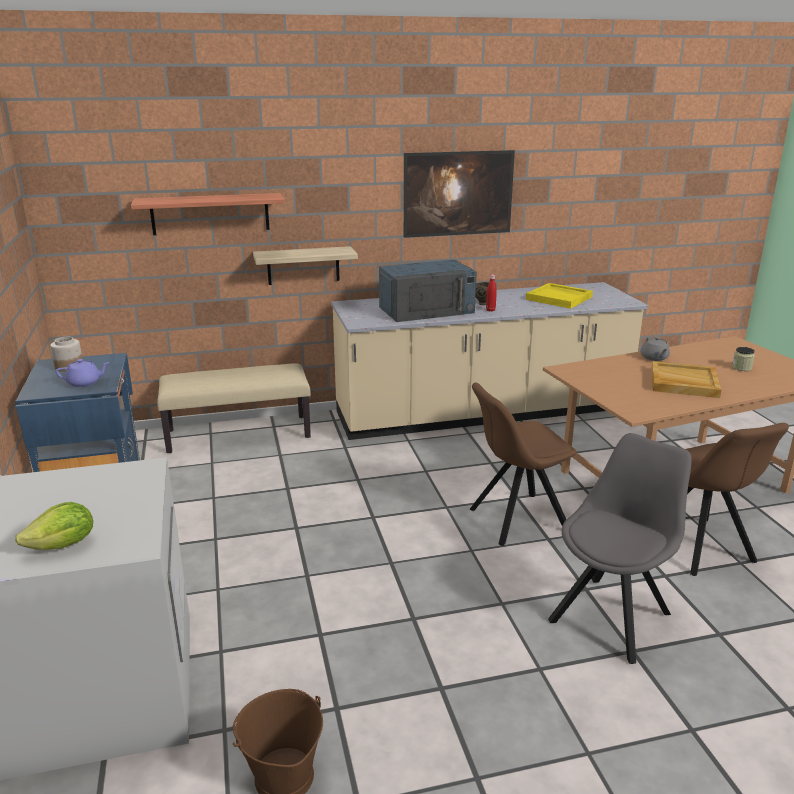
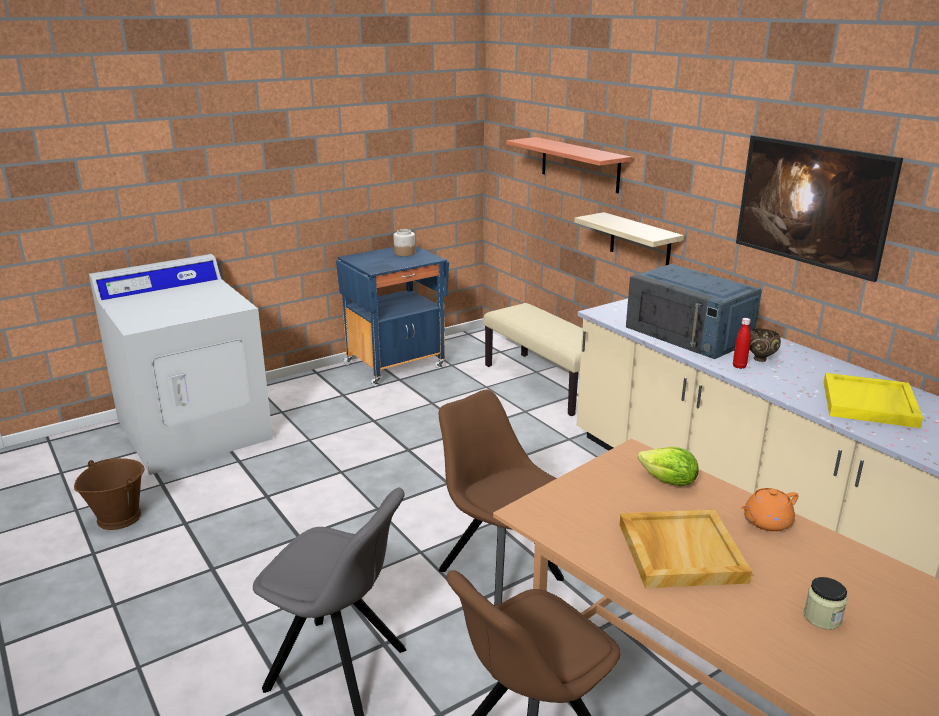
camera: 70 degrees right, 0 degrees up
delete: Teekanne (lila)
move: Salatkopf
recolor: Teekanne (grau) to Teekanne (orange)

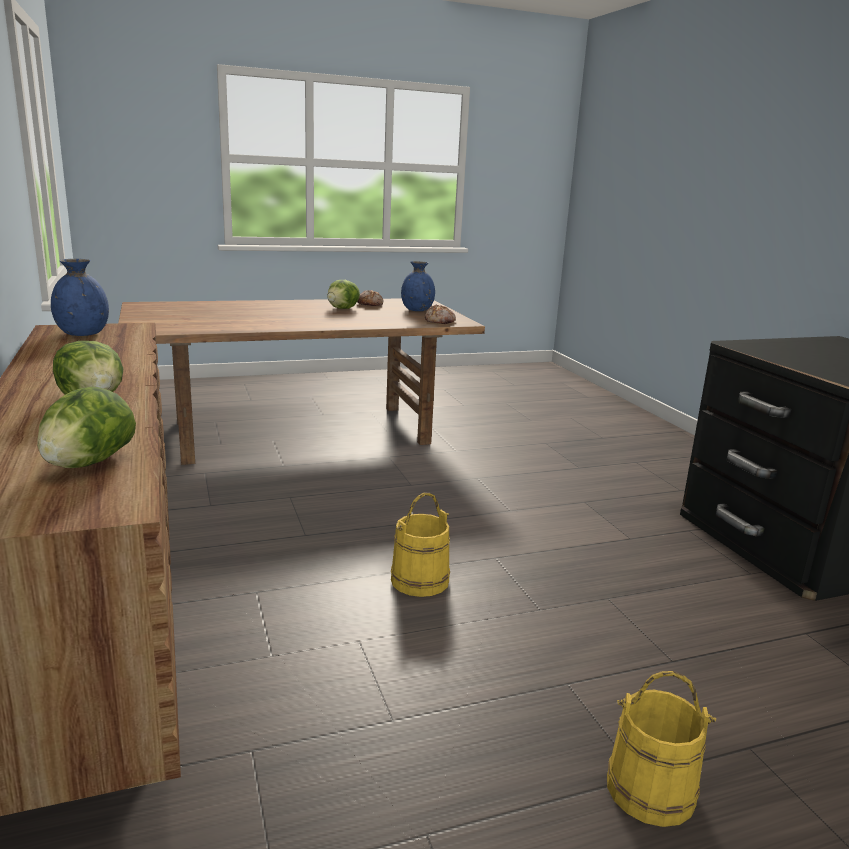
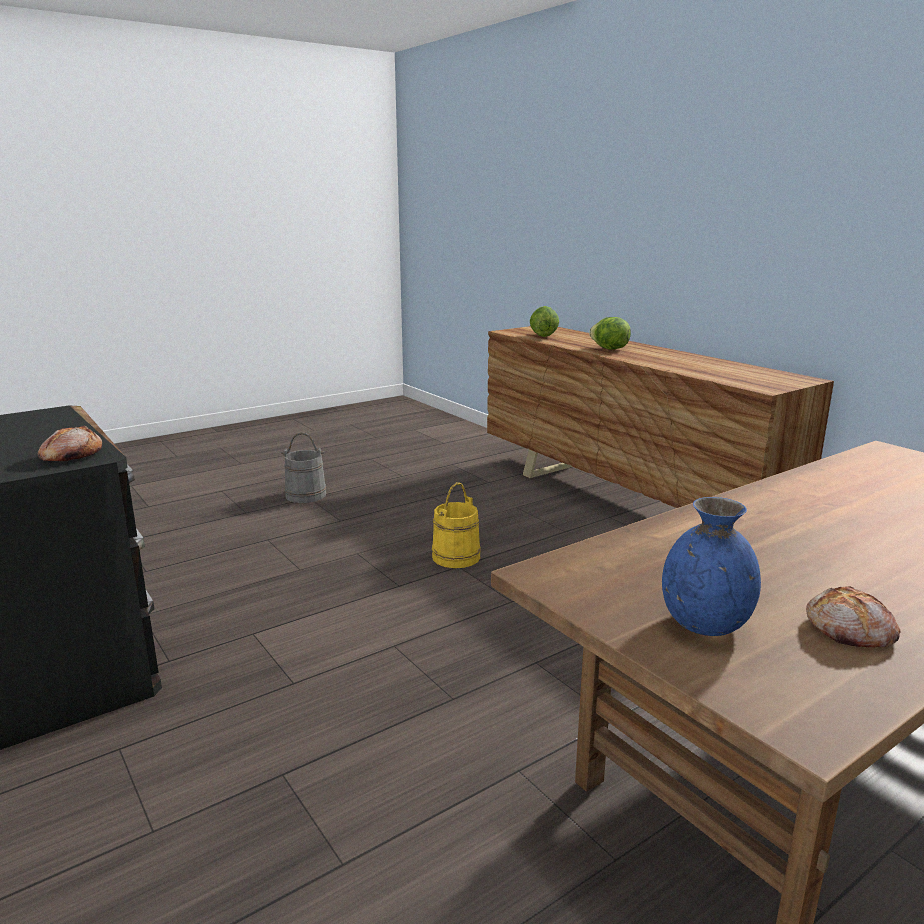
camera: 165 degrees right, 0 degrees up
delete: Vase (blau) (1st from left); Salatkopf (3rd from left)
move: Brot (2nd from left in the first image) to Brot (1st from left)
recolor: Eimer (gelb) (2nd from left) to Eimer (grau)

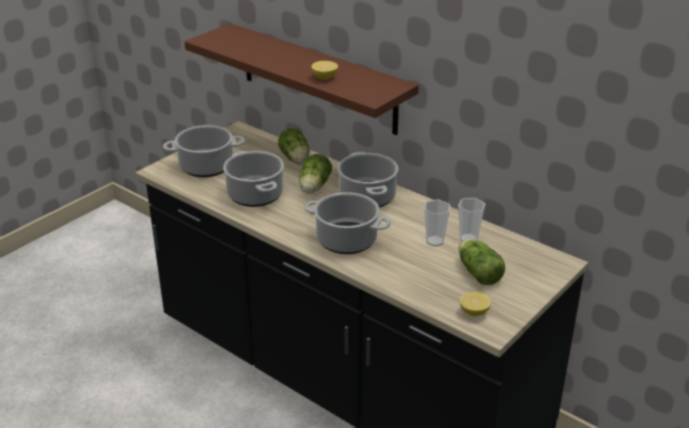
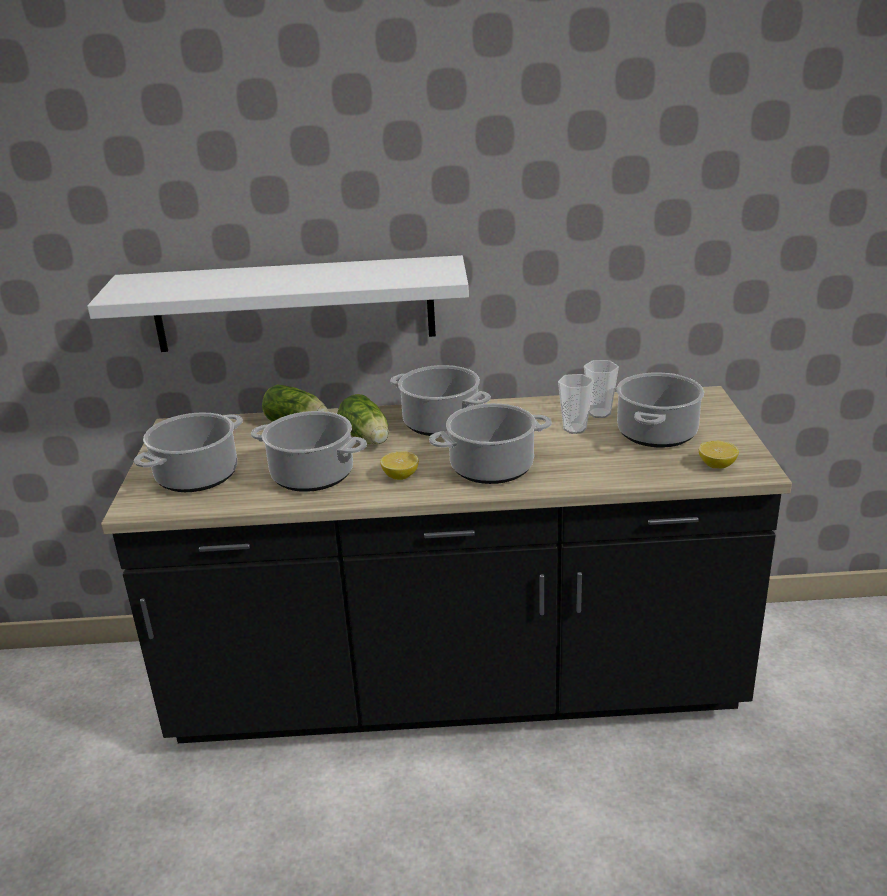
camera: 40 degrees left, 5 degrees down
move: Zitrone (1st from left)
replace: Salatkopf (3rd from left) to Kochtopf (5th from left)
recolor: Wandregal (braun) to Wandregal (weiß)

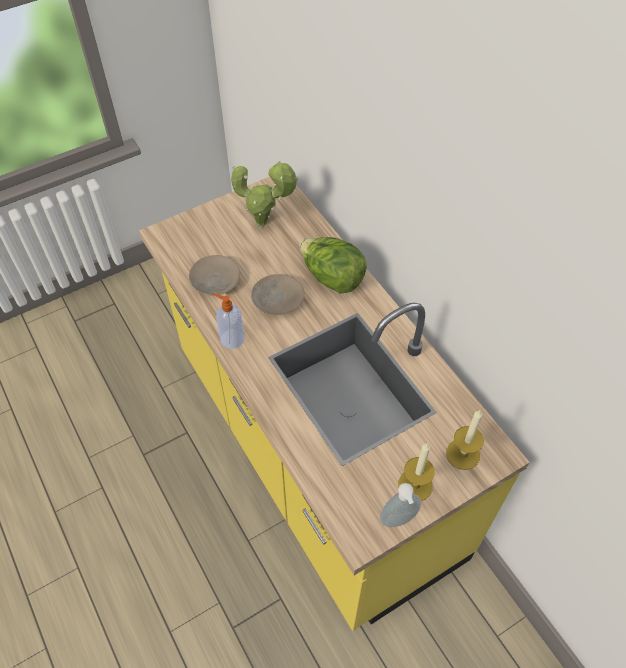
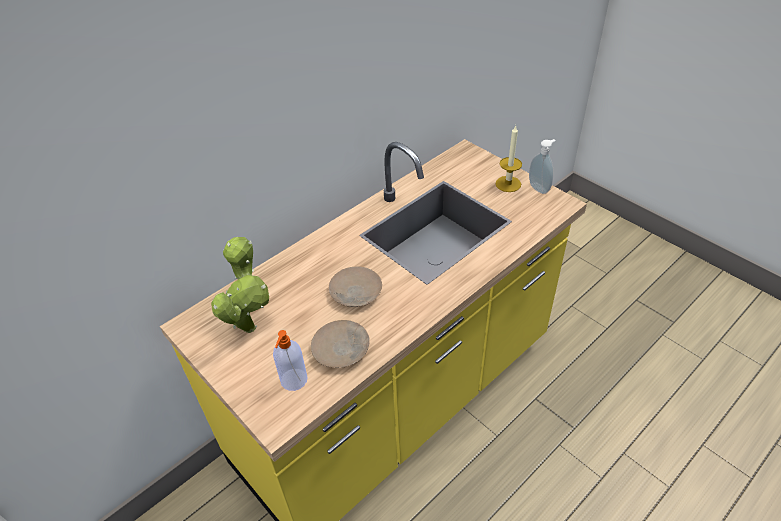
camera: 100 degrees left, 10 degrees down
delete: Salatkopf; Kerze (2nd from left)
move: Seifenspender (1st from left)

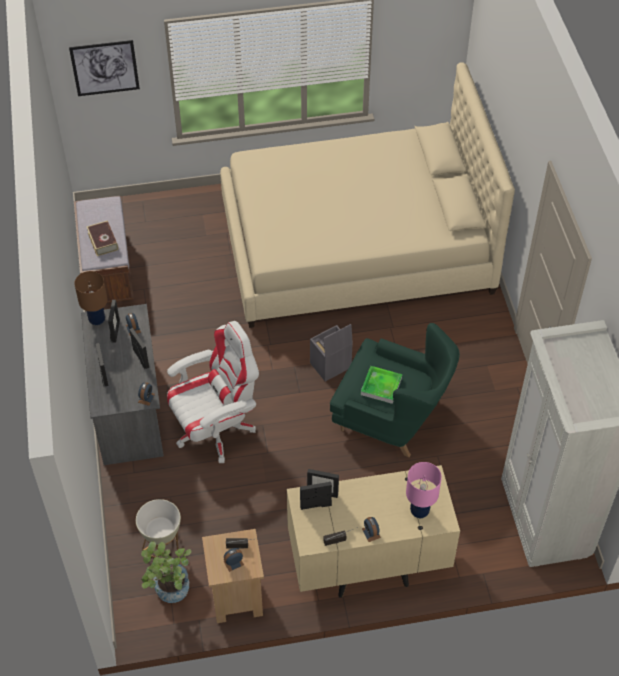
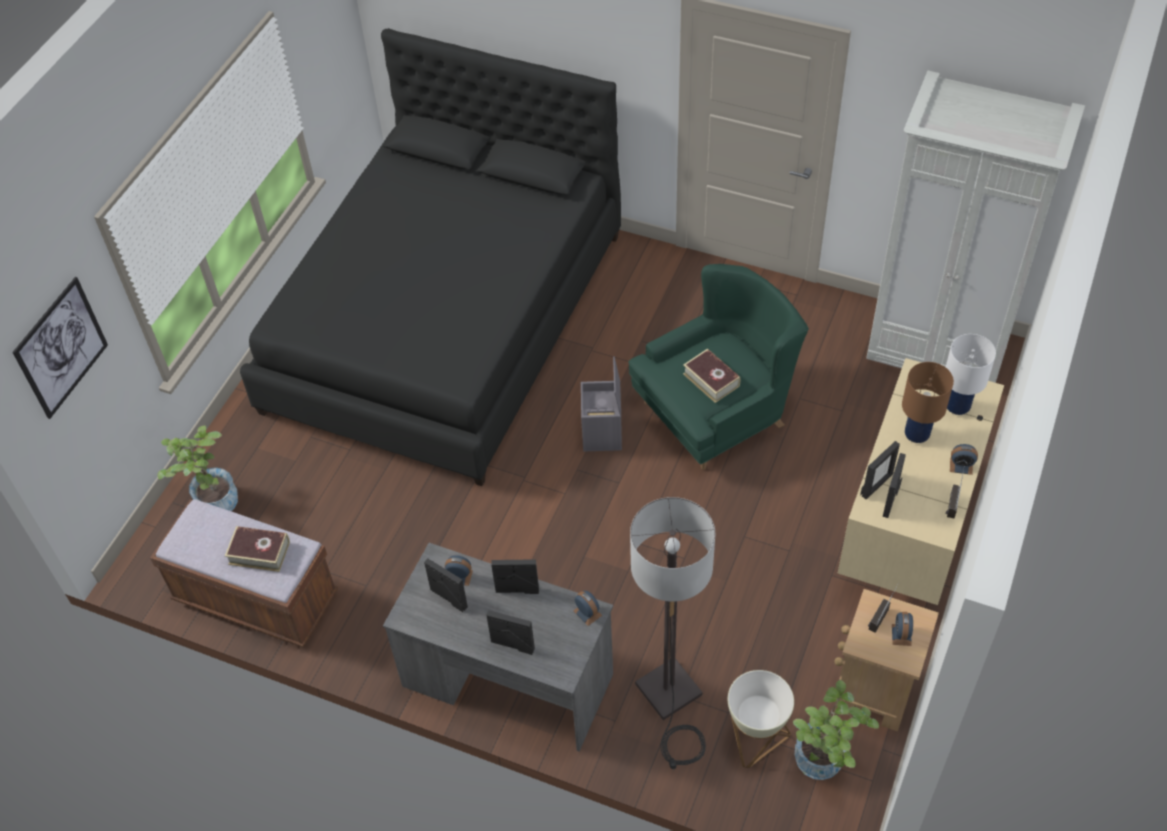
camera: 55 degrees left, 0 degrees up
delete: Bürostuhl (weiß)
insert: Topfpflanze (1st from left); Stehlampe
move: Tischlampe (braun)
replace: Tablett to Buch (2nd from left)
recolor: Bett (beige) to Bett (schwarz); Tischlampe (rosa) to Tischlampe (weiß)

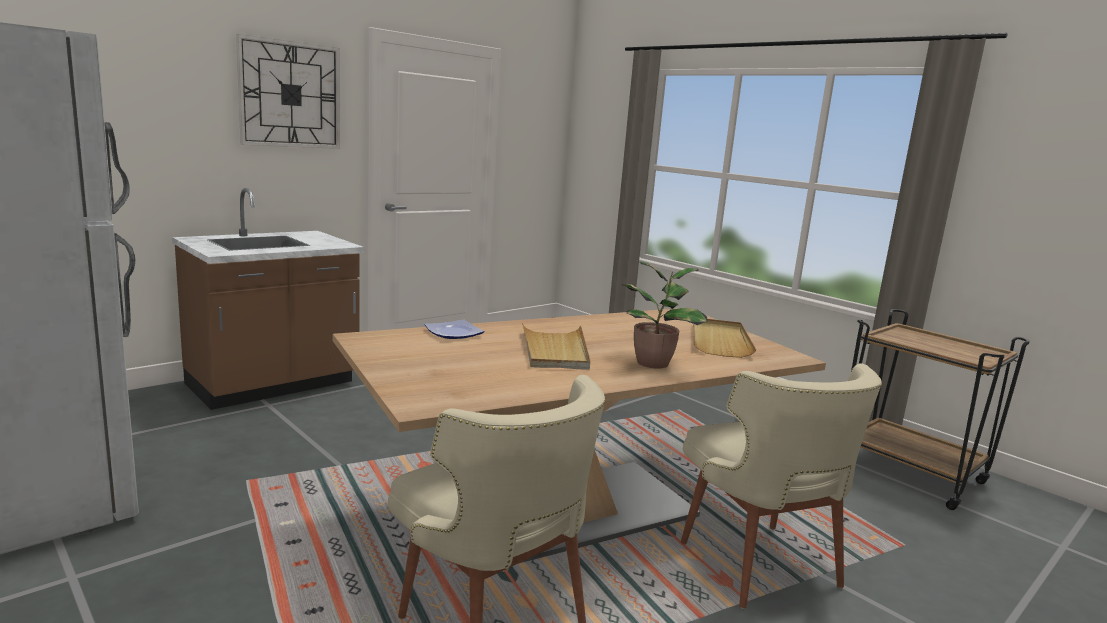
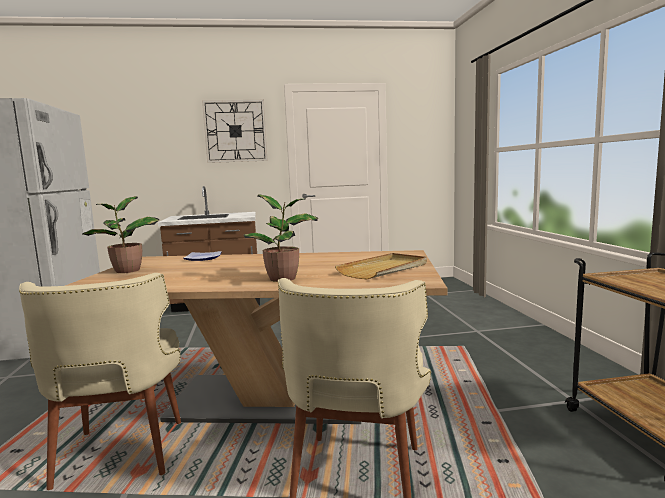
camera: 35 degrees right, 5 degrees down
delete: Tablett (beige) (1st from left)
insert: Topfpflanze (1st from left)

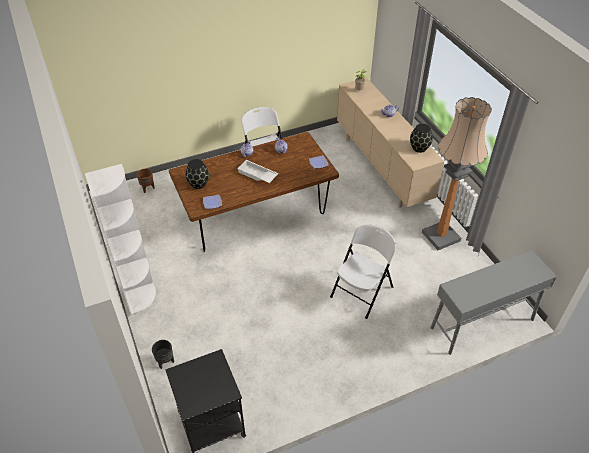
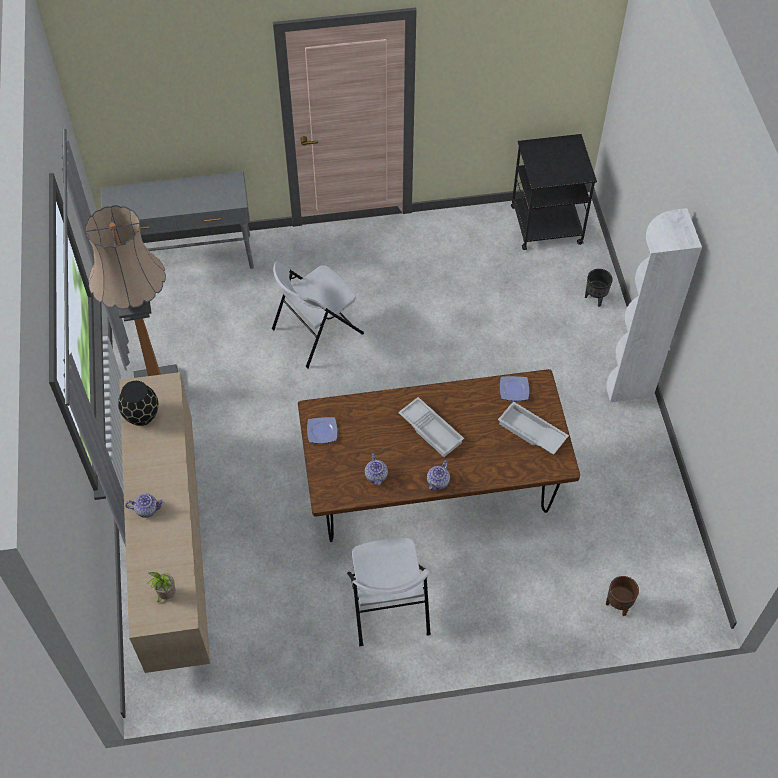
camera: 165 degrees left, 10 degrees up
replace: Vase (schwarz) (1st from left) to Tablett (weiß) (2nd from left)

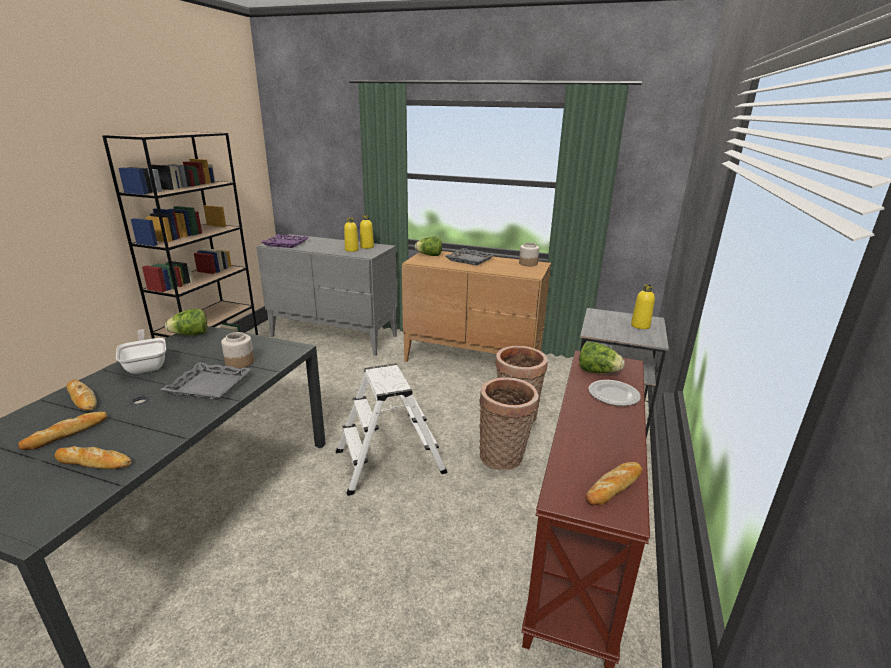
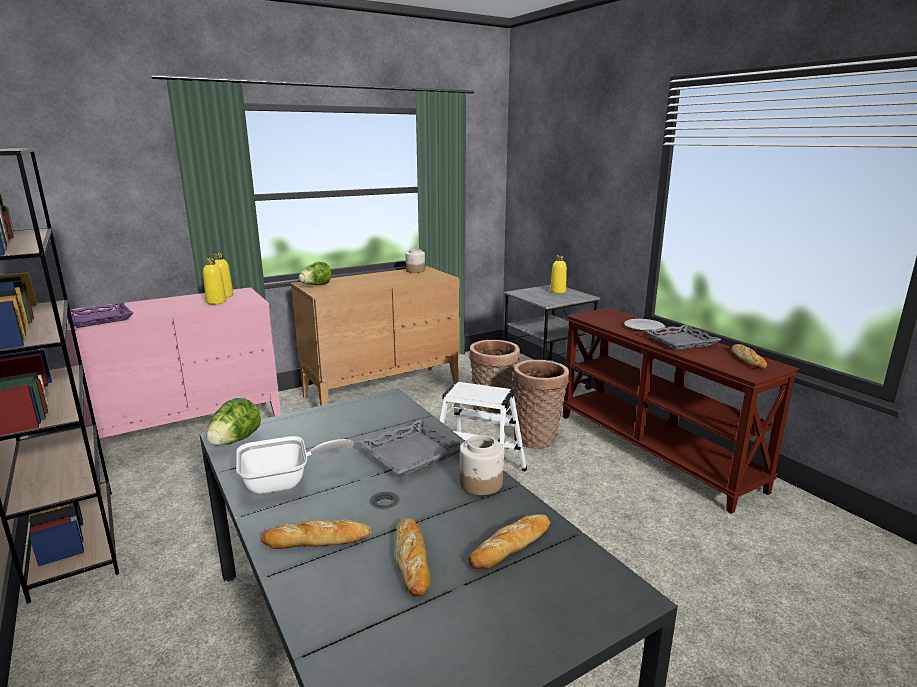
camera: 50 degrees left, 5 degrees down
delete: Salatkopf (3rd from left)
move: Vorratsglas (1st from left in the first image) to Vorratsglas (2nd from left); Tablett (grau) (2nd from left)
recolor: Schrank (grau) to Schrank (rosa)
rotate: Pfanne 150 degrees clockwise

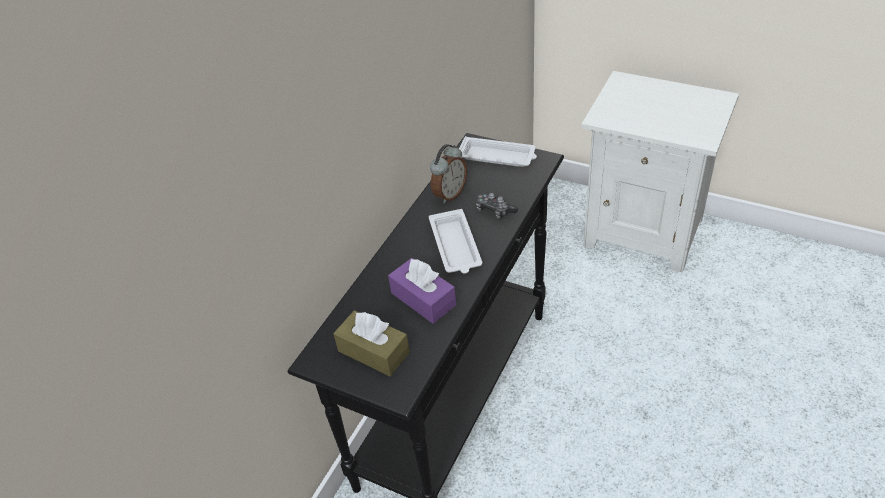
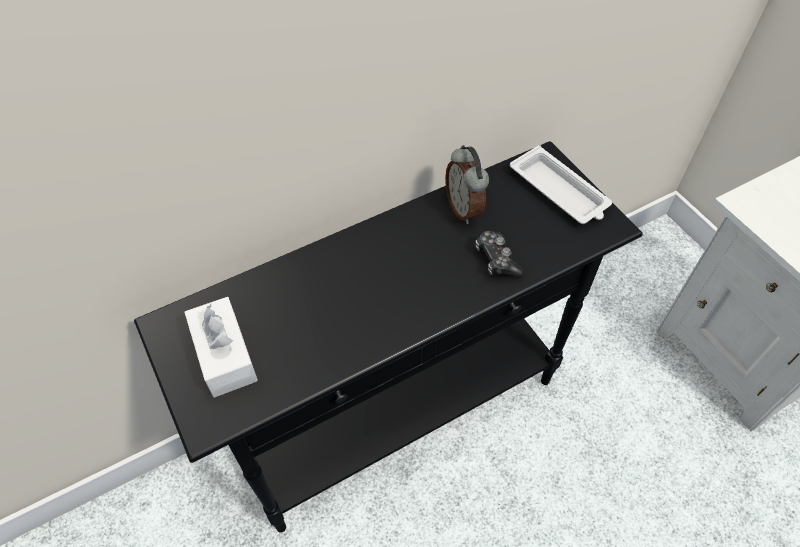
camera: 30 degrees right, 10 degrees up
delete: Taschentuchbox (lila); Tablett (weiß) (1st from left)
recolor: Taschentuchbox (braun) to Taschentuchbox (weiß)
rotate: Wecker 90 degrees clockwise

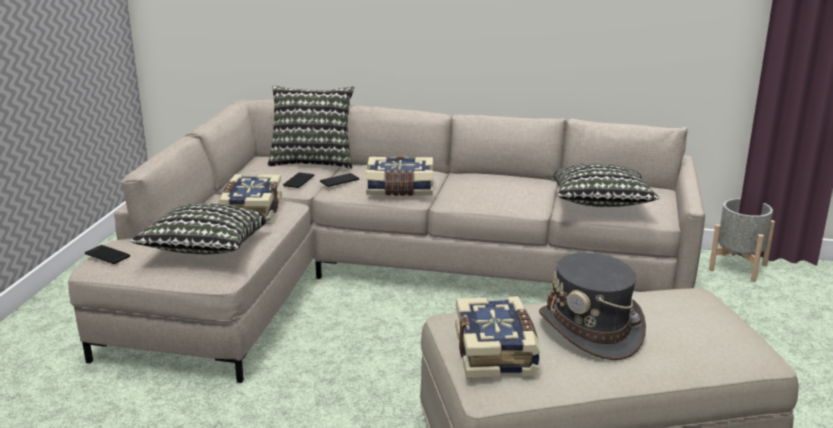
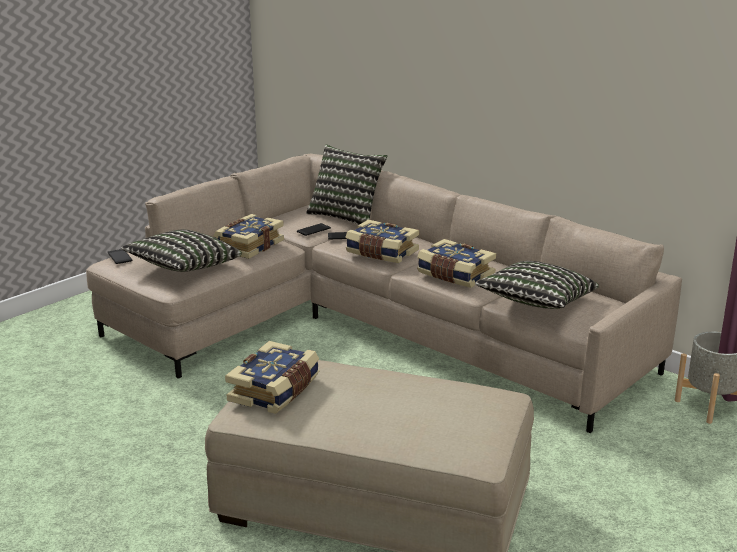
camera: 30 degrees right, 0 degrees up
delete: Hut (grau)
insert: Buch (4th from left)

